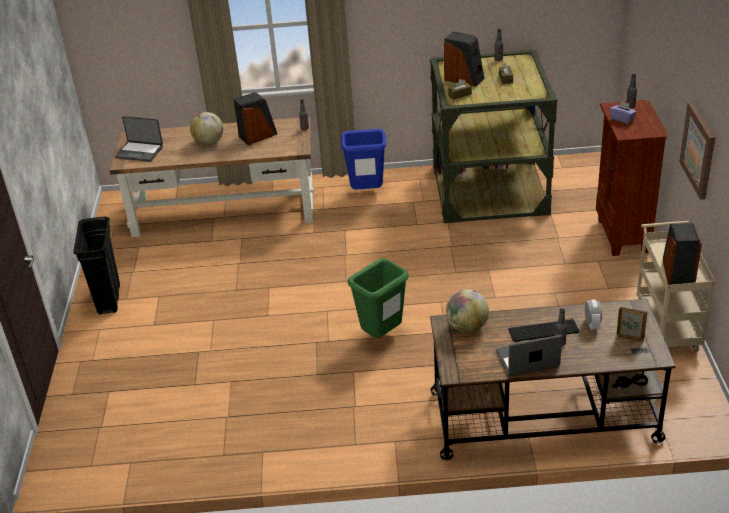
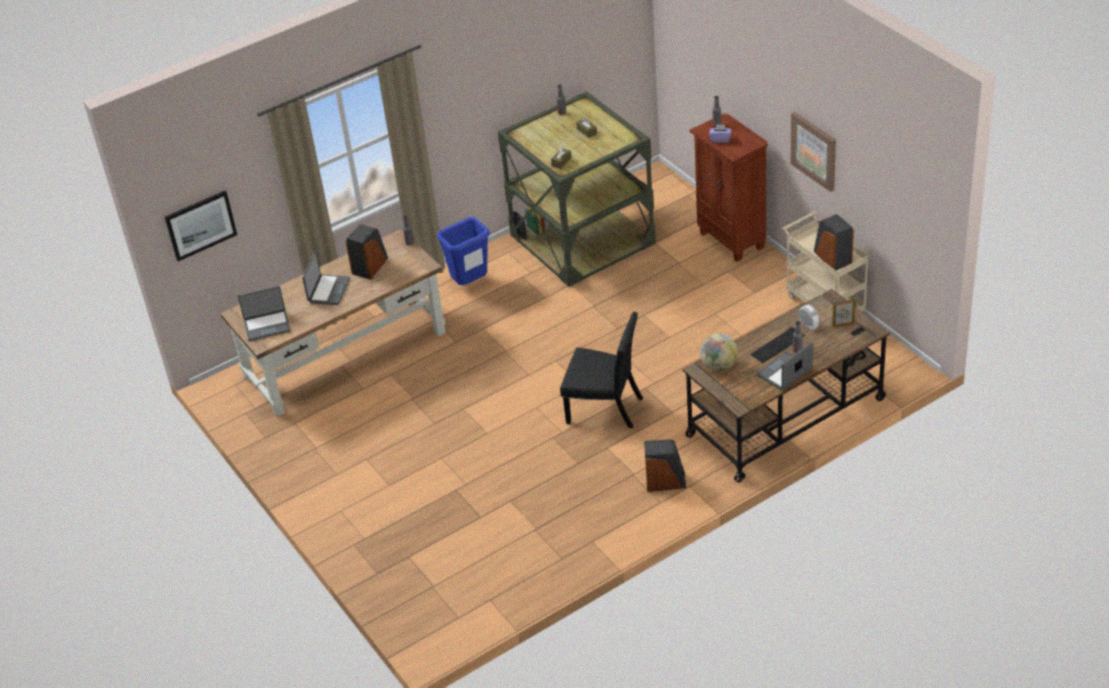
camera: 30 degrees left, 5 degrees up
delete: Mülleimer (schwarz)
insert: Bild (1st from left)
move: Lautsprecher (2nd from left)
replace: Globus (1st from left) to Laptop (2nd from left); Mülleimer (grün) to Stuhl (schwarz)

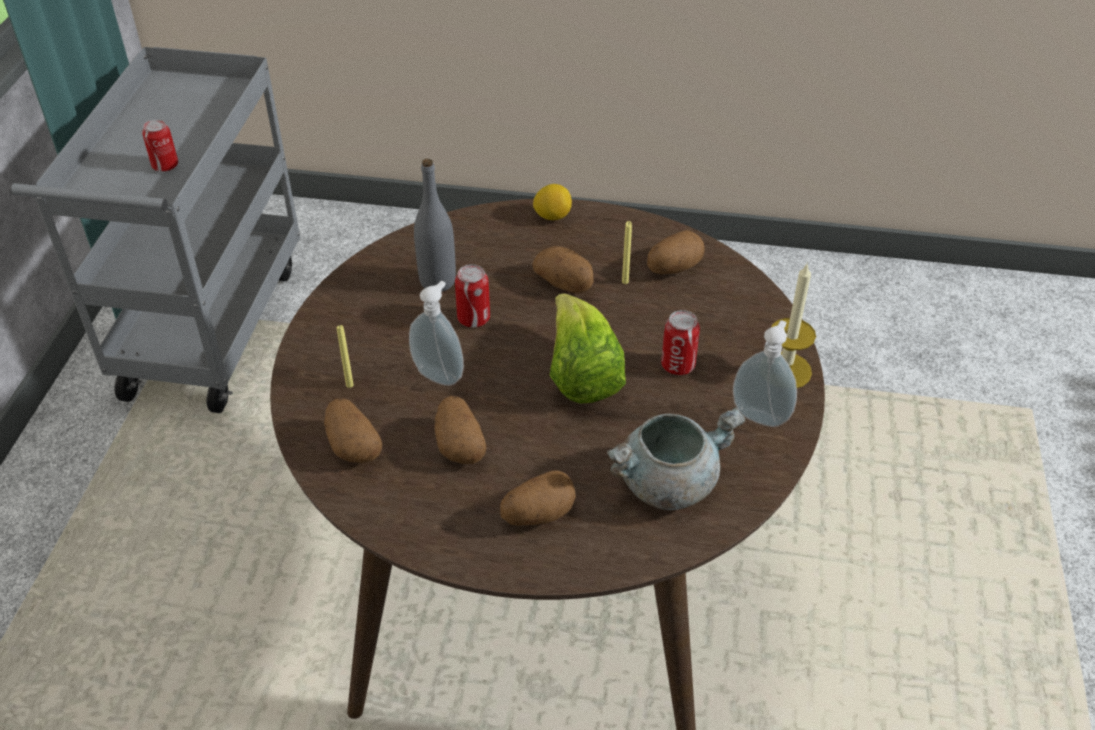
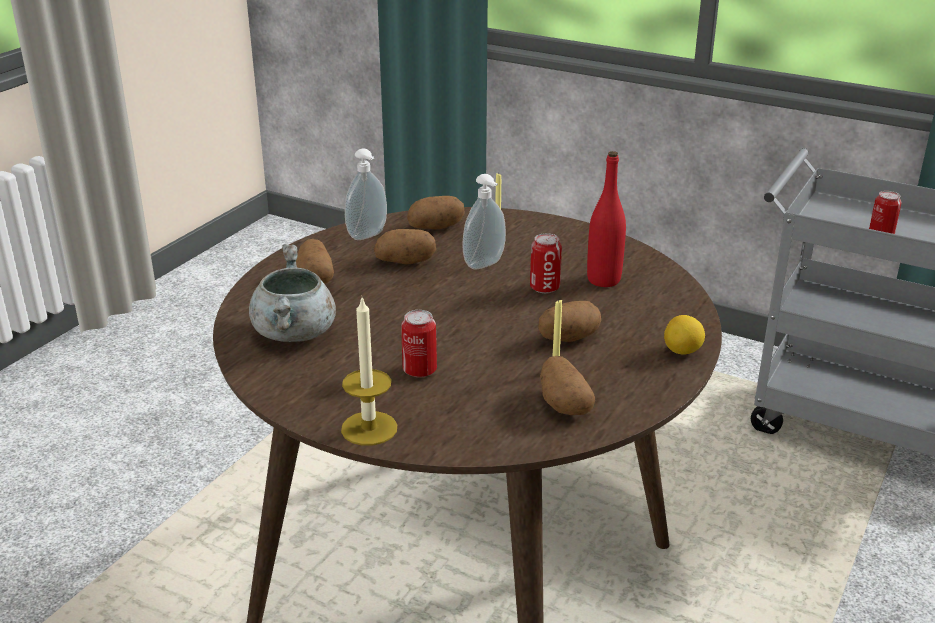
camera: 110 degrees right, 15 degrees down
delete: Salatkopf
move: Seifenspender (2nd from left in the first image) to Seifenspender (1st from left)
recolor: Flasche (grau) to Flasche (rot)

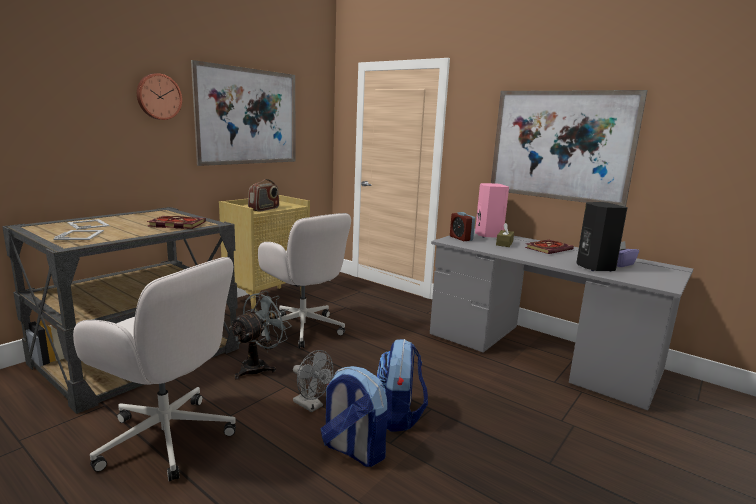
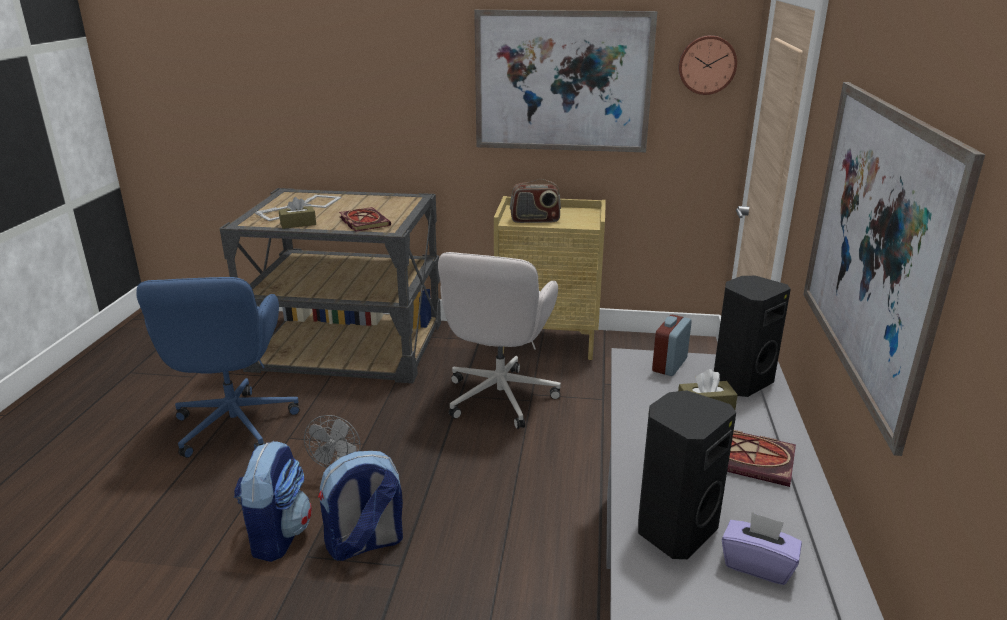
camera: 60 degrees right, 10 degrees up
delete: Ventilator (grau) (1st from left)
insert: Taschentuchbox (braun) (1st from left)
move: Wanduhr
recolor: Bürostuhl (weiß) (1st from left) to Bürostuhl (blau); Lautsprecher (rosa) to Lautsprecher (schwarz) (2nd from left)

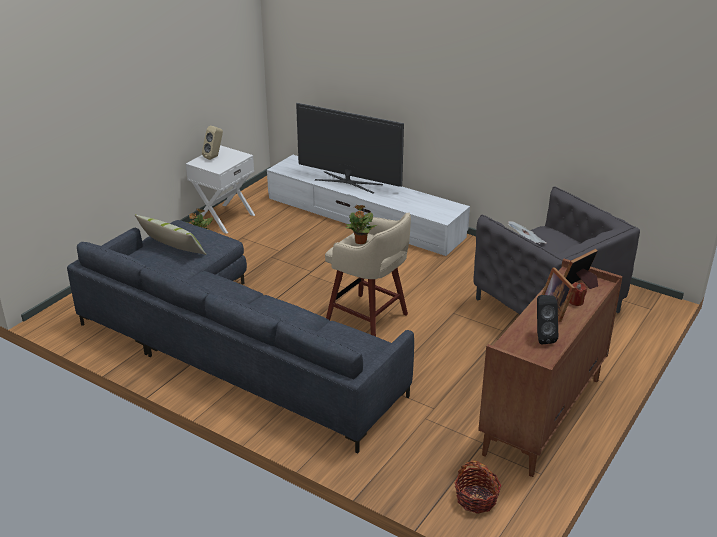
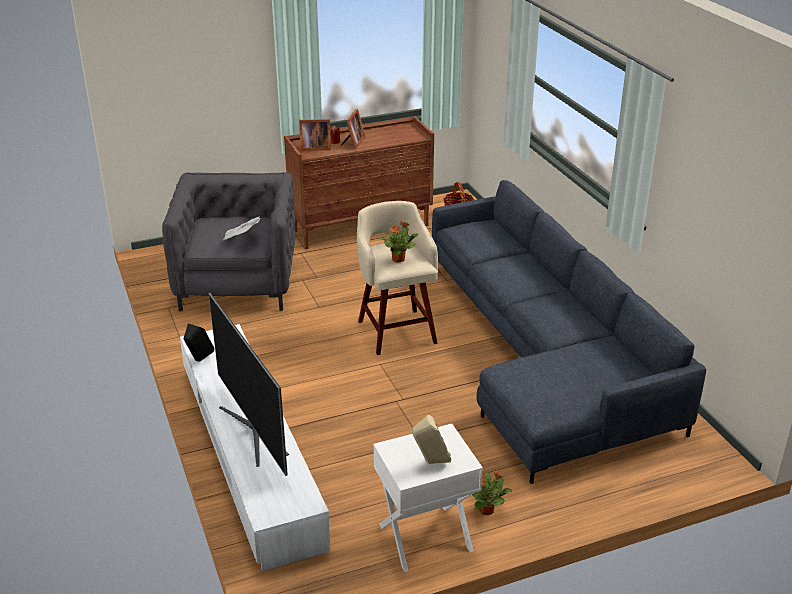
camera: 145 degrees left, 0 degrees up
delete: Kissen
move: Lautsprecher (schwarz)

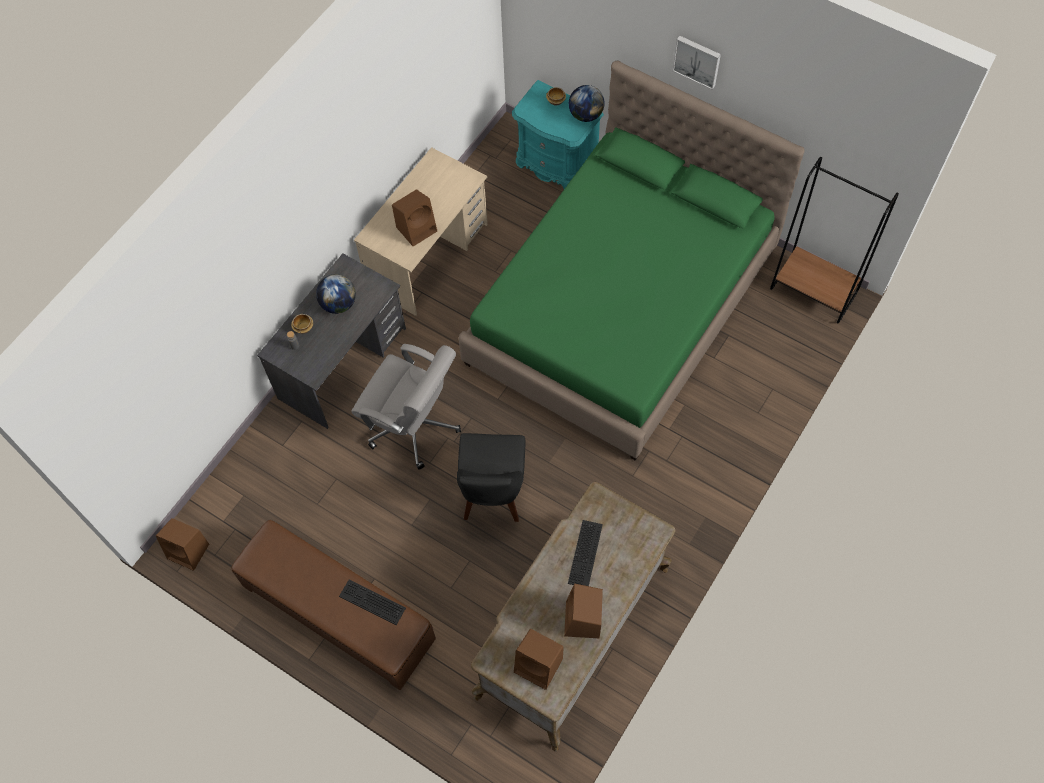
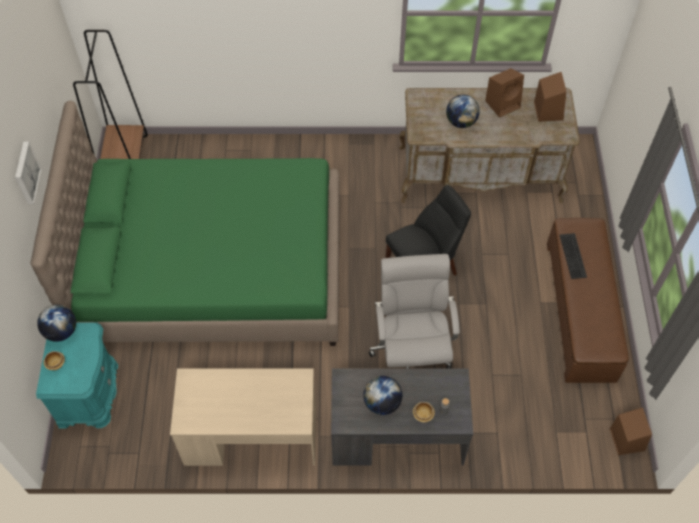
camera: 125 degrees left, 5 degrees down
delete: Lautsprecher (braun) (2nd from left)
replace: Tastatur (2nd from left) to Globus (3rd from left)

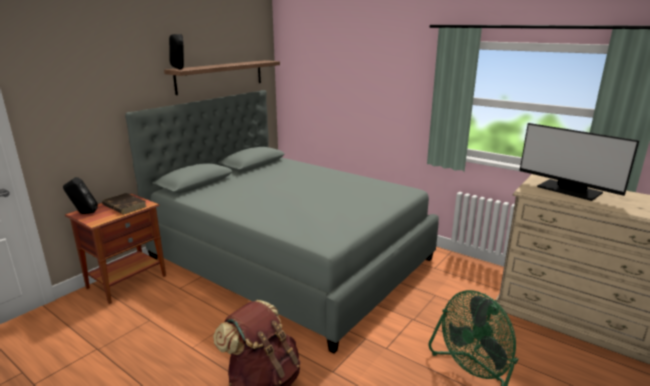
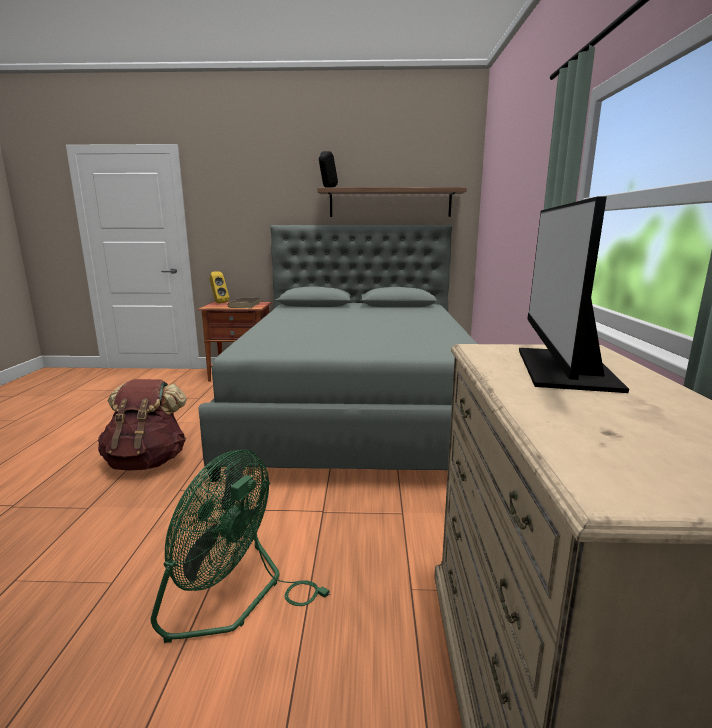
camera: 55 degrees right, 5 degrees down
recolor: Lautsprecher (schwarz) (1st from left) to Lautsprecher (gelb)

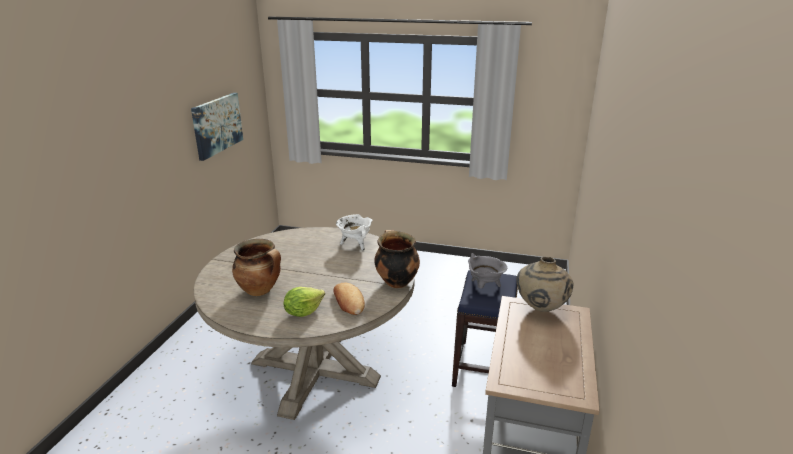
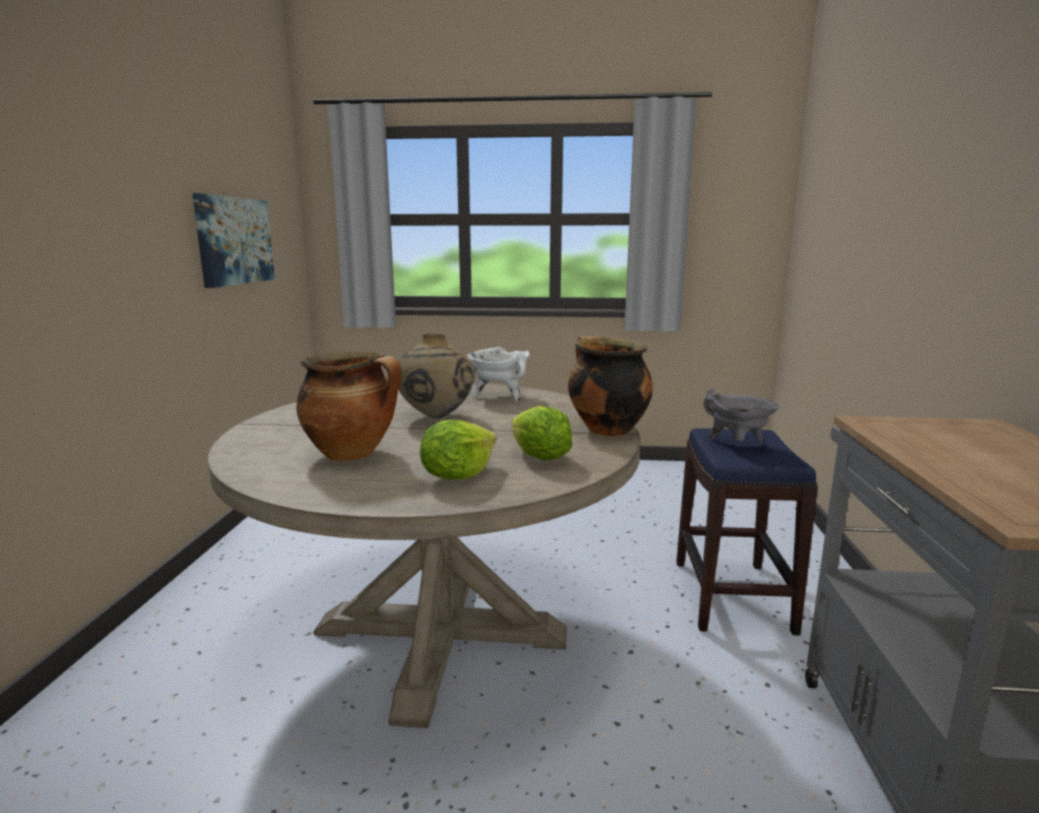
camera: 10 degrees left, 10 degrees down
move: Vase (beige)
replace: Brot to Salatkopf (2nd from left)

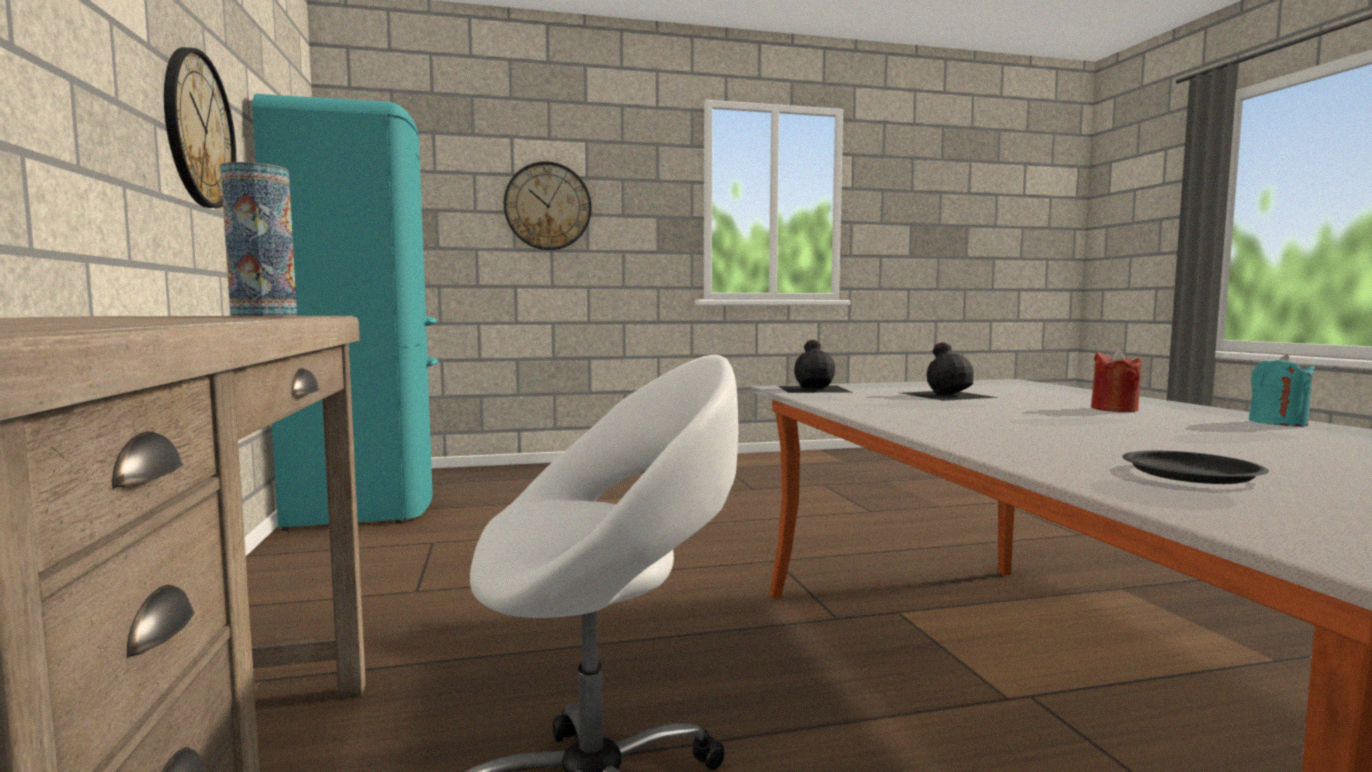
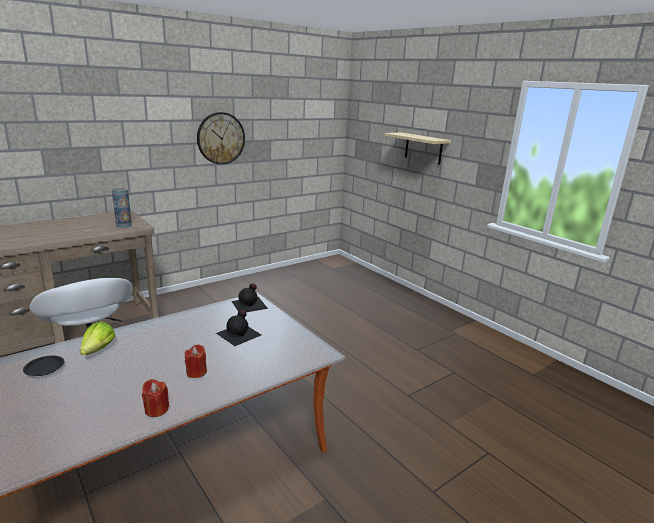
camera: 65 degrees right, 15 degrees up
delete: Kühlschrank (türkis)
insert: Salatkopf
replace: Wanduhr (2nd from left) to Wandregal
recolor: Kerze (türkis) to Kerze (rot) (1st from left)

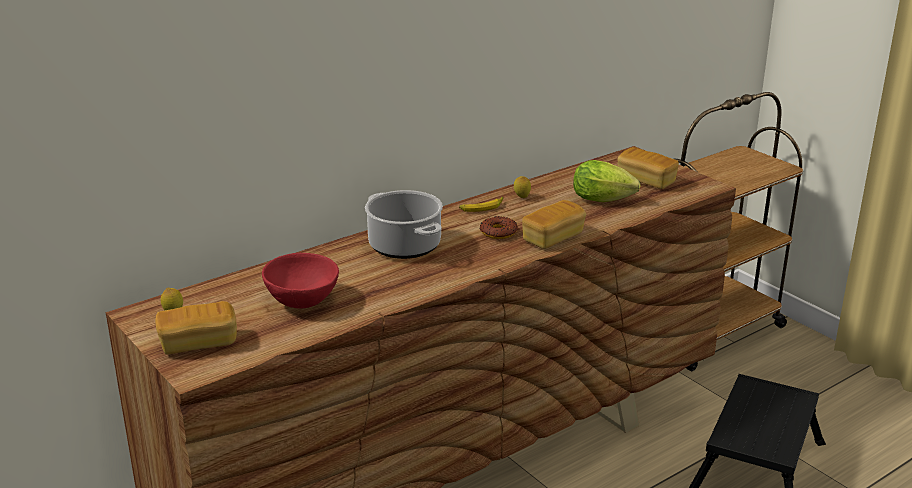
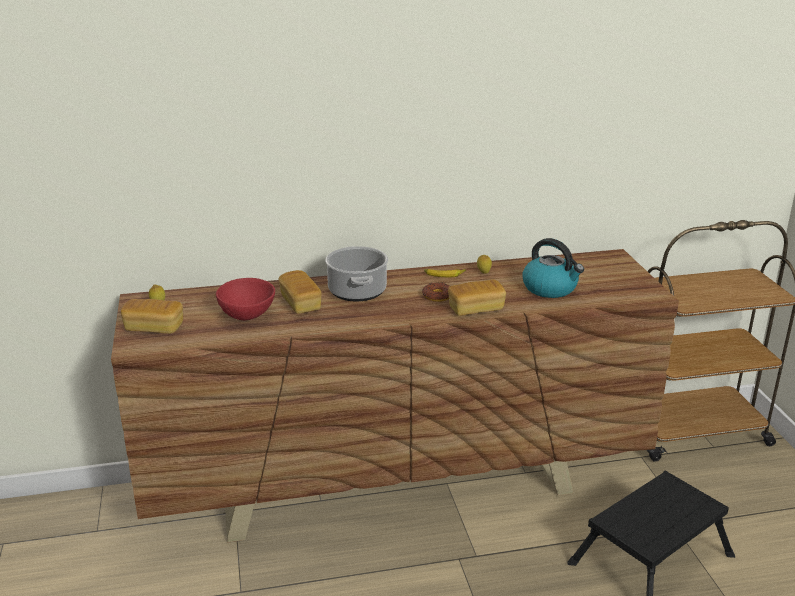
camera: 25 degrees right, 0 degrees up
move: Brot (3rd from left in the first image) to Brot (2nd from left)
replace: Salatkopf to Wasserkessel

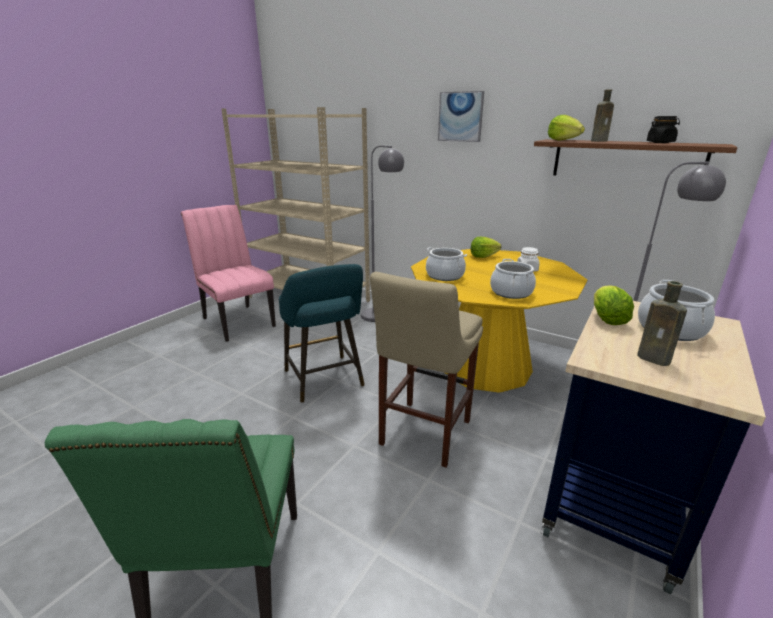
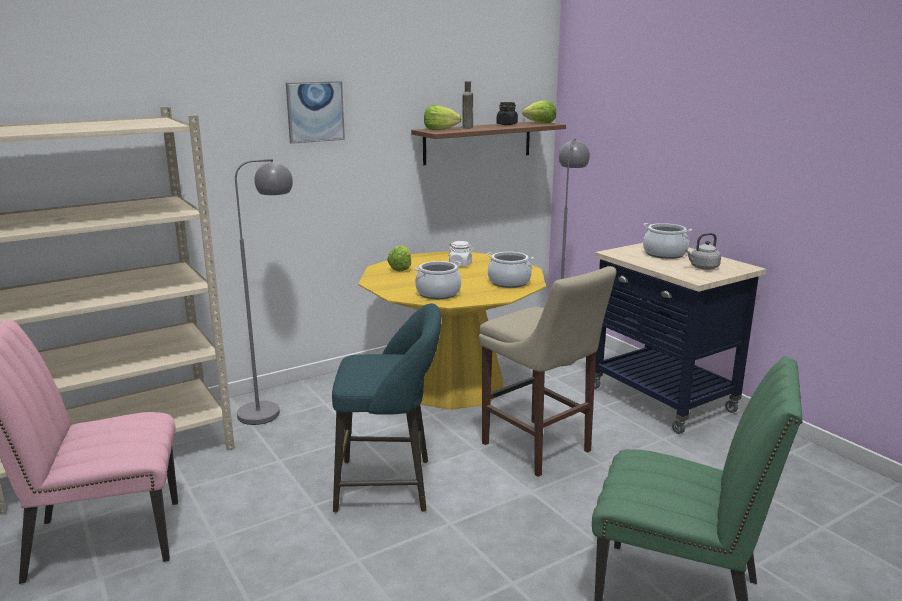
camera: 65 degrees left, 5 degrees down
move: Salatkopf (3rd from left)
replace: Flasche (braun) (2nd from left) to Wasserkessel (grau)

